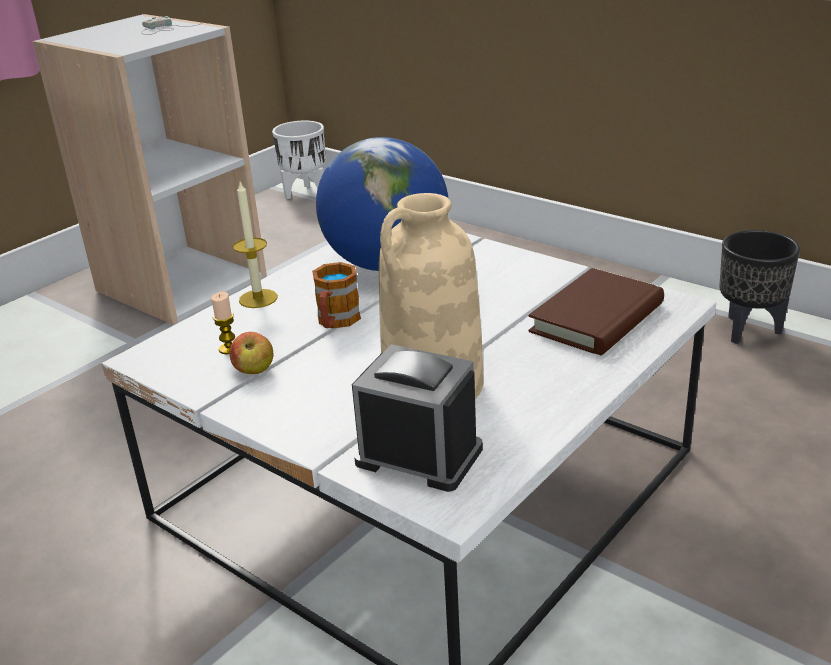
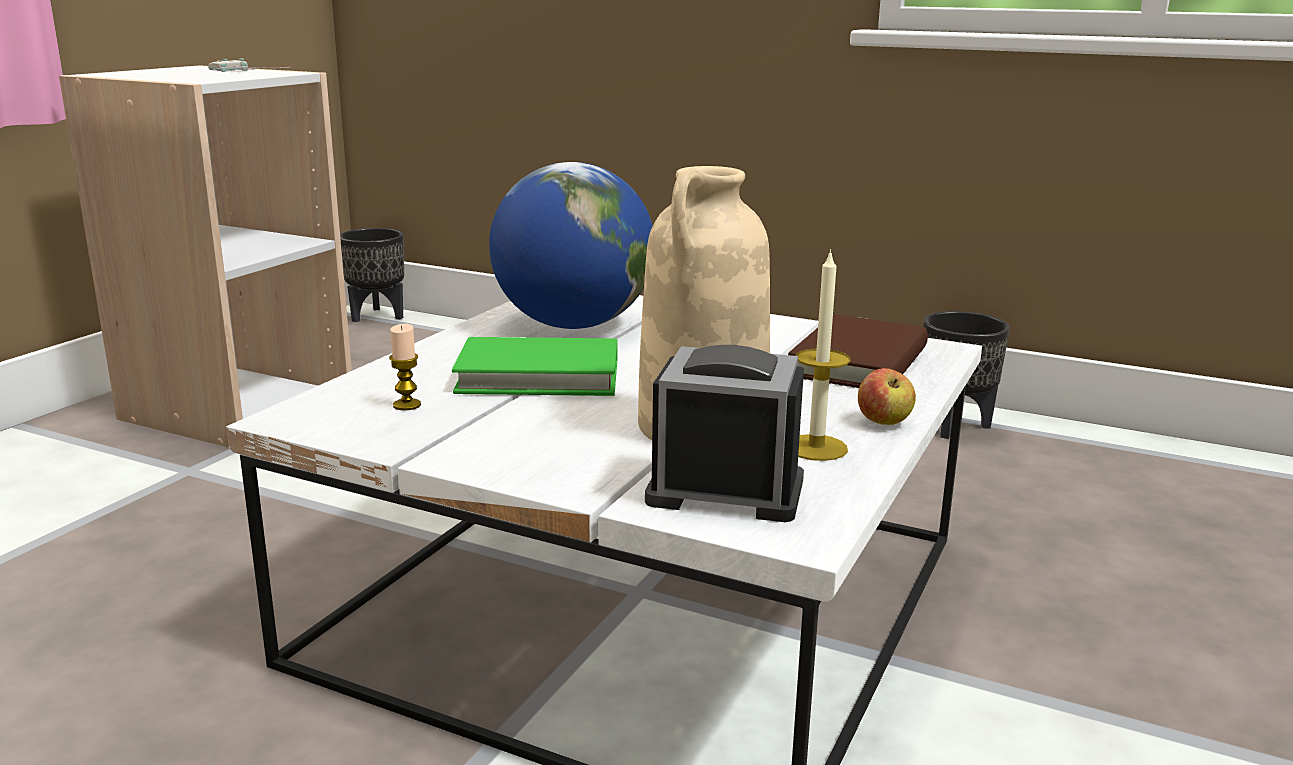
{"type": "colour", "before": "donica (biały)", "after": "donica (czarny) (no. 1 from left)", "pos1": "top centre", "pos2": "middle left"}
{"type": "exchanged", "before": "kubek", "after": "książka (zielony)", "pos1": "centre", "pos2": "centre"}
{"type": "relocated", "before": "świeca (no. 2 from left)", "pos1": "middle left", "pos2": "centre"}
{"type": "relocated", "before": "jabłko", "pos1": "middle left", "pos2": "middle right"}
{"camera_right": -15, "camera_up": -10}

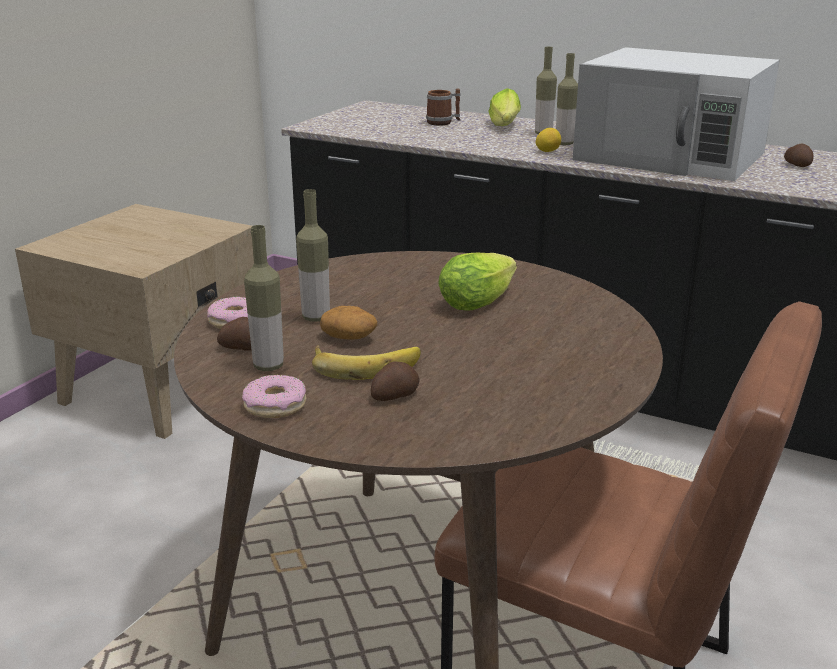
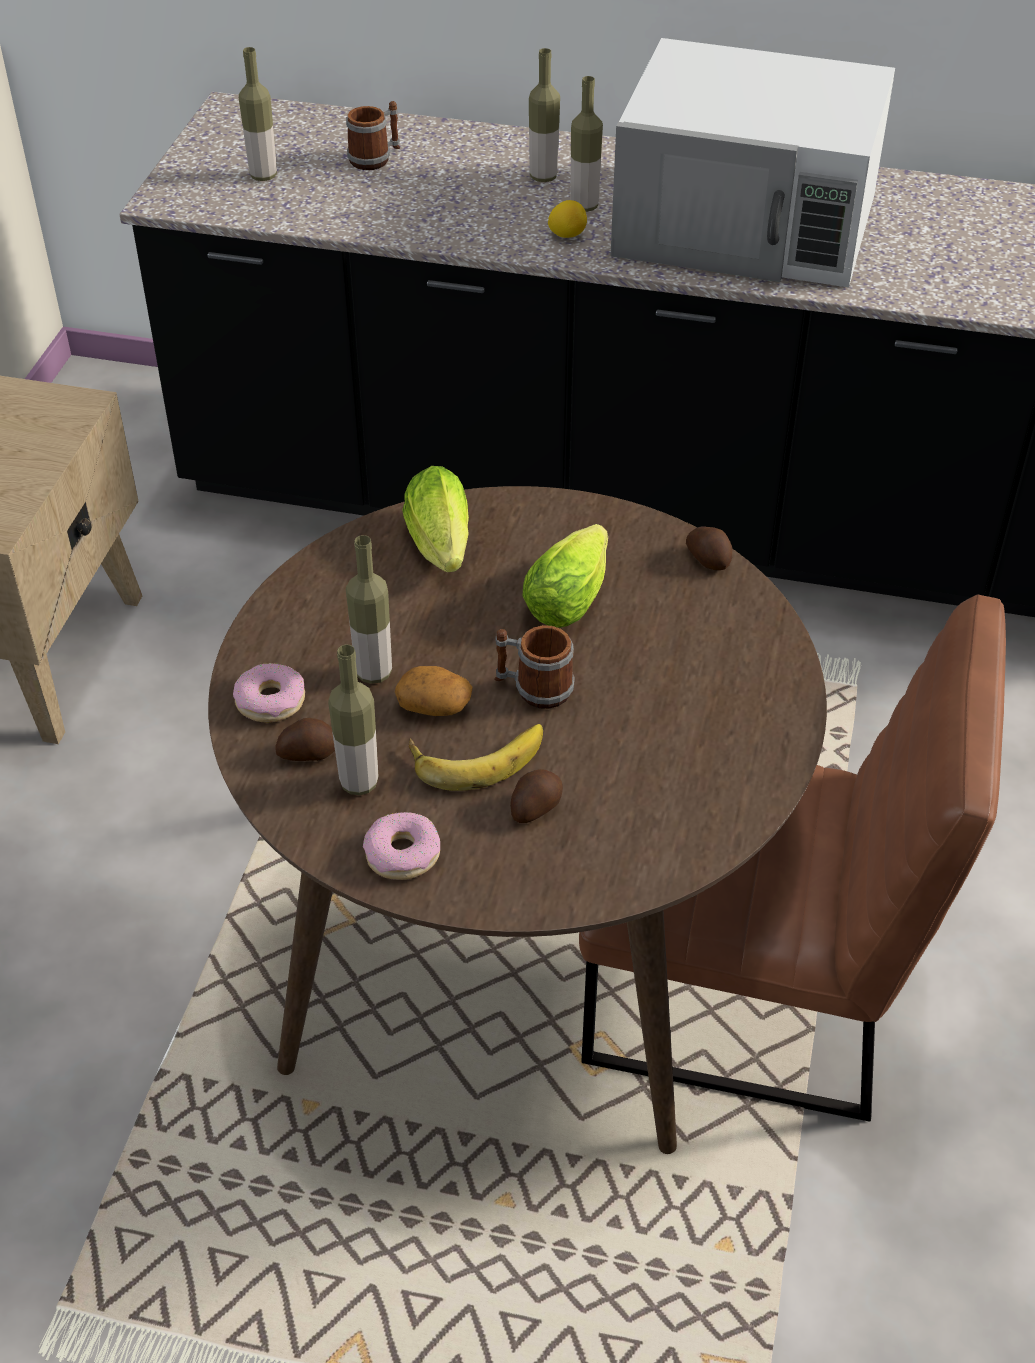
{"type": "appeared", "after": "butelka (no. 1 from left)", "pos2": "top left"}
{"type": "relocated", "before": "sałata (no. 2 from left in the first image)", "after": "sałata (no. 1 from left)", "pos1": "top centre", "pos2": "centre"}
{"type": "appeared", "after": "kubek (no. 2 from left)", "pos2": "centre"}
{"type": "relocated", "before": "ziemniak (no. 4 from left)", "pos1": "top right", "pos2": "middle right"}
{"camera_right": -15, "camera_up": 20}

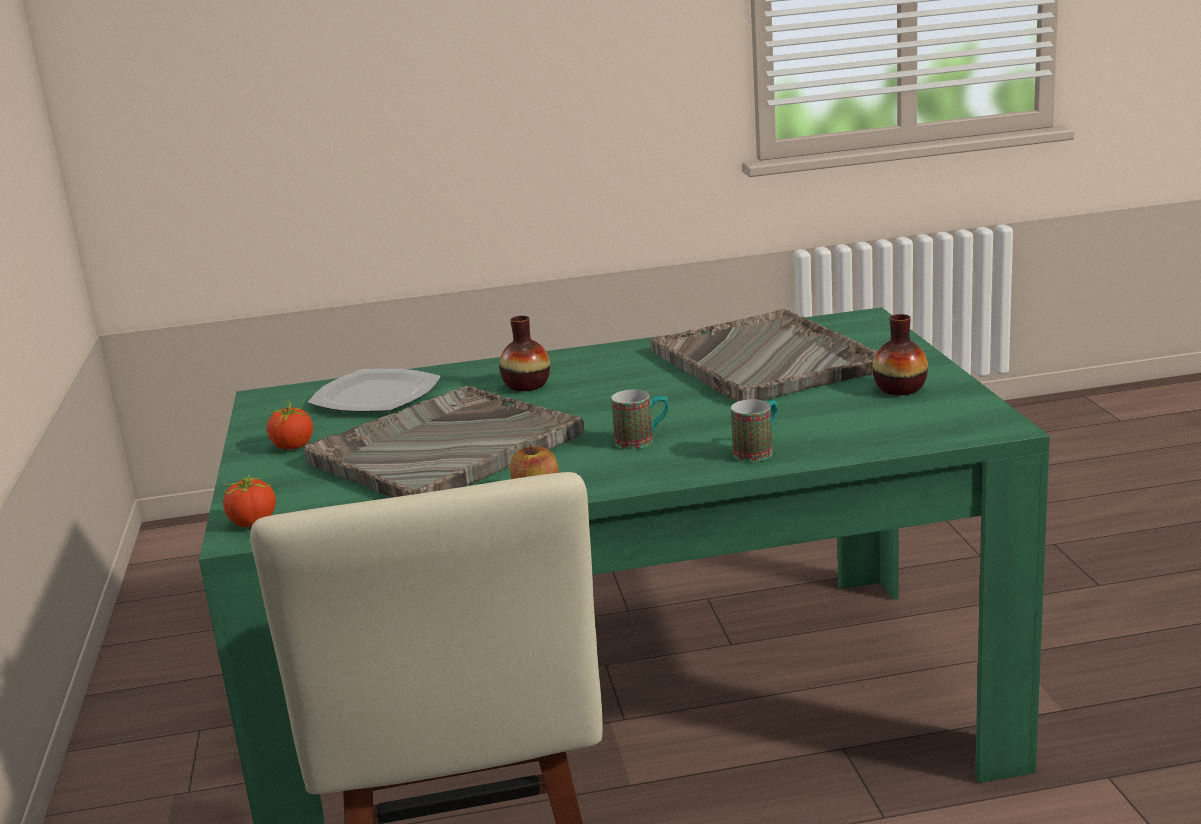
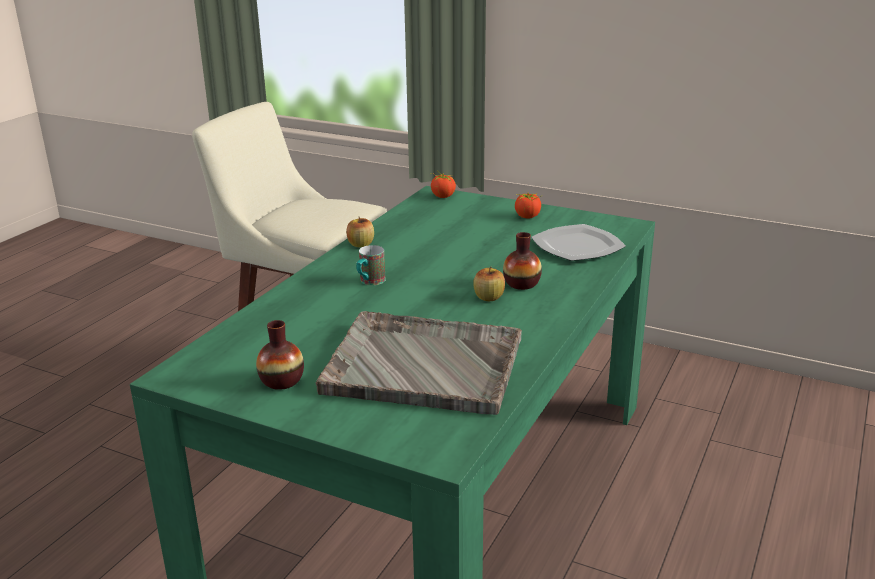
{"type": "appeared", "after": "jabłko (no. 2 from left)", "pos2": "centre"}
{"type": "missing", "before": "taca (szary) (no. 1 from left)", "pos1": "centre"}
{"type": "missing", "before": "kubek (no. 2 from left)", "pos1": "centre"}
{"camera_right": 125, "camera_up": 5}

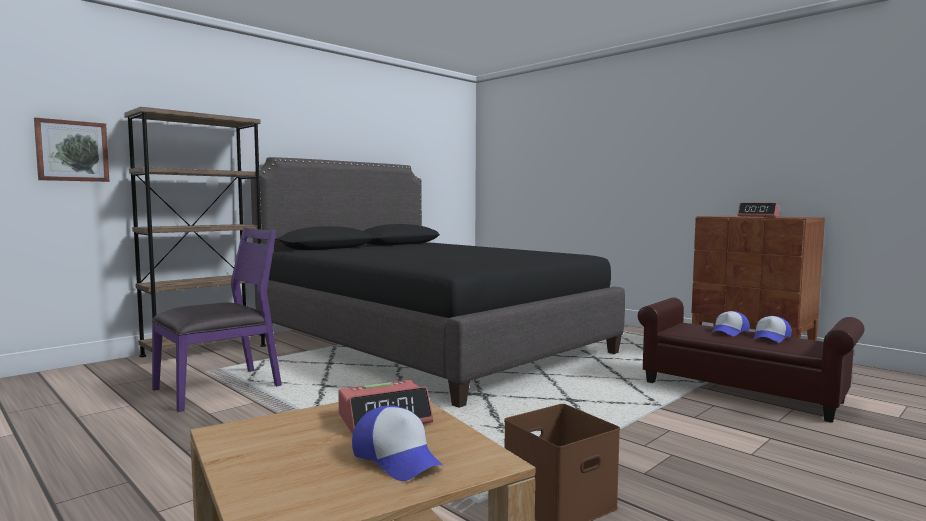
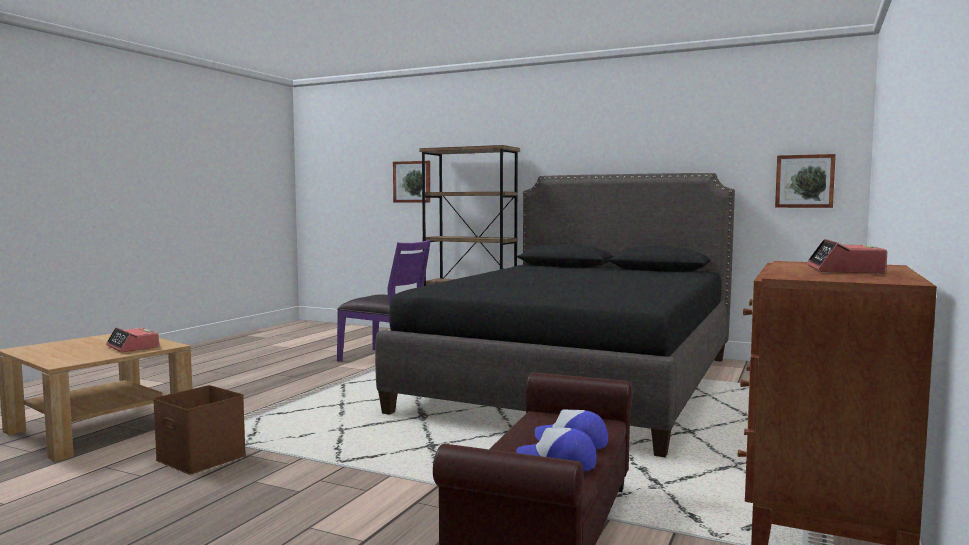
{"type": "appeared", "after": "obraz (no. 2 from left)", "pos2": "top right"}
{"type": "missing", "before": "czapka z daszkiem (no. 1 from left)", "pos1": "bottom centre"}
{"camera_right": 70, "camera_up": 0}

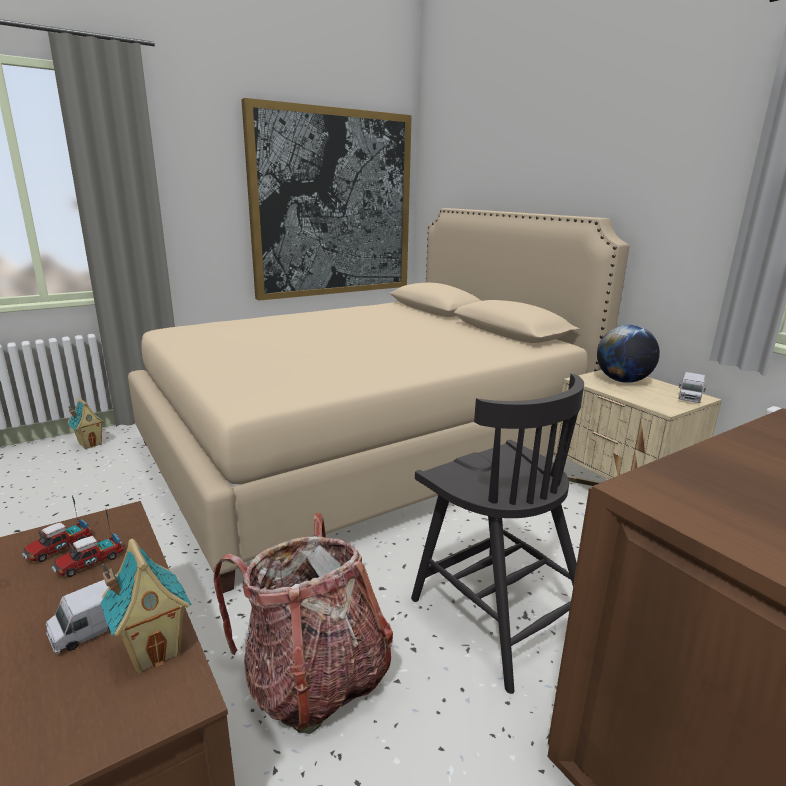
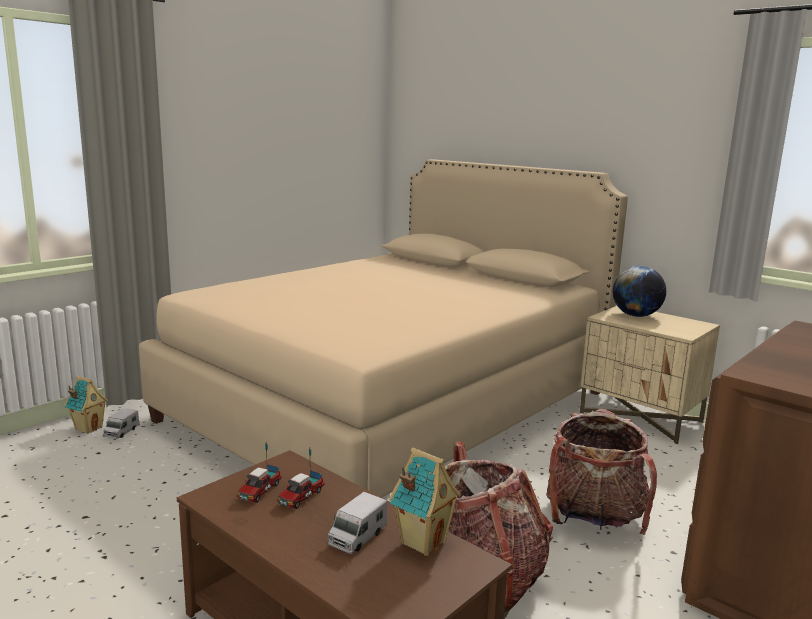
{"type": "relocated", "before": "ciężarówka zabawkowa (no. 4 from left in the first image)", "after": "ciężarówka zabawkowa (no. 1 from left)", "pos1": "middle right", "pos2": "bottom left"}
{"type": "exchanged", "before": "krzesło (czarny)", "after": "plecak (no. 2 from left)", "pos1": "bottom centre", "pos2": "bottom right"}
{"type": "missing", "before": "obraz", "pos1": "top centre"}
{"camera_right": -15, "camera_up": -5}

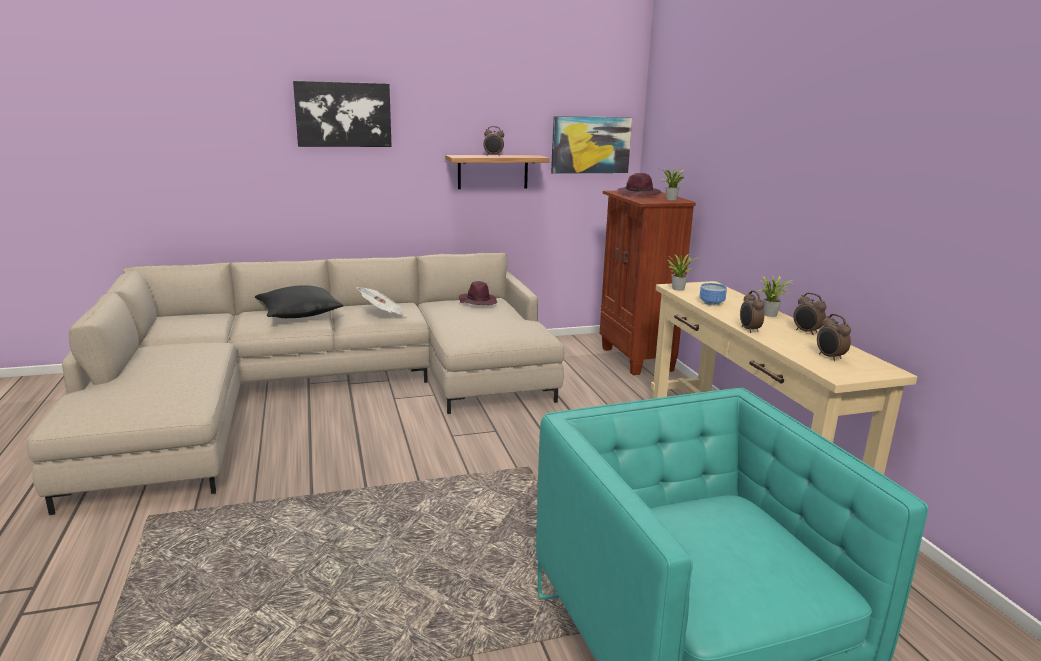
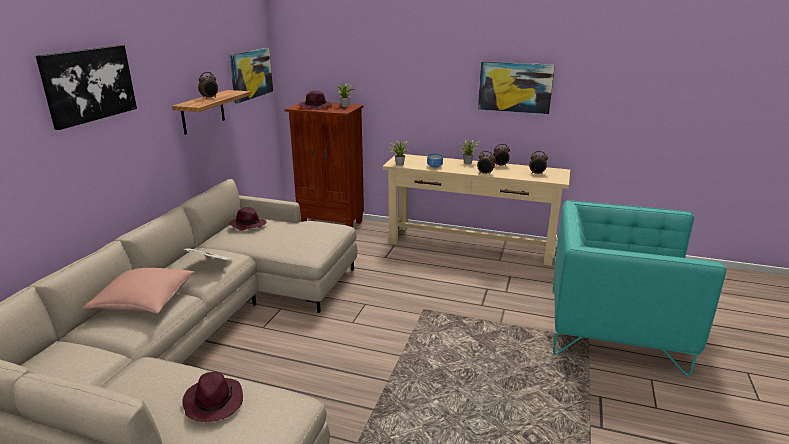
{"type": "colour", "before": "poduszka (czarny)", "after": "poduszka (różowy)", "pos1": "middle left", "pos2": "middle left"}
{"type": "appeared", "after": "kapelusz (fioletowy) (no. 1 from left)", "pos2": "bottom left"}
{"type": "appeared", "after": "obraz (no. 3 from left)", "pos2": "top centre"}
{"camera_right": -55, "camera_up": 5}

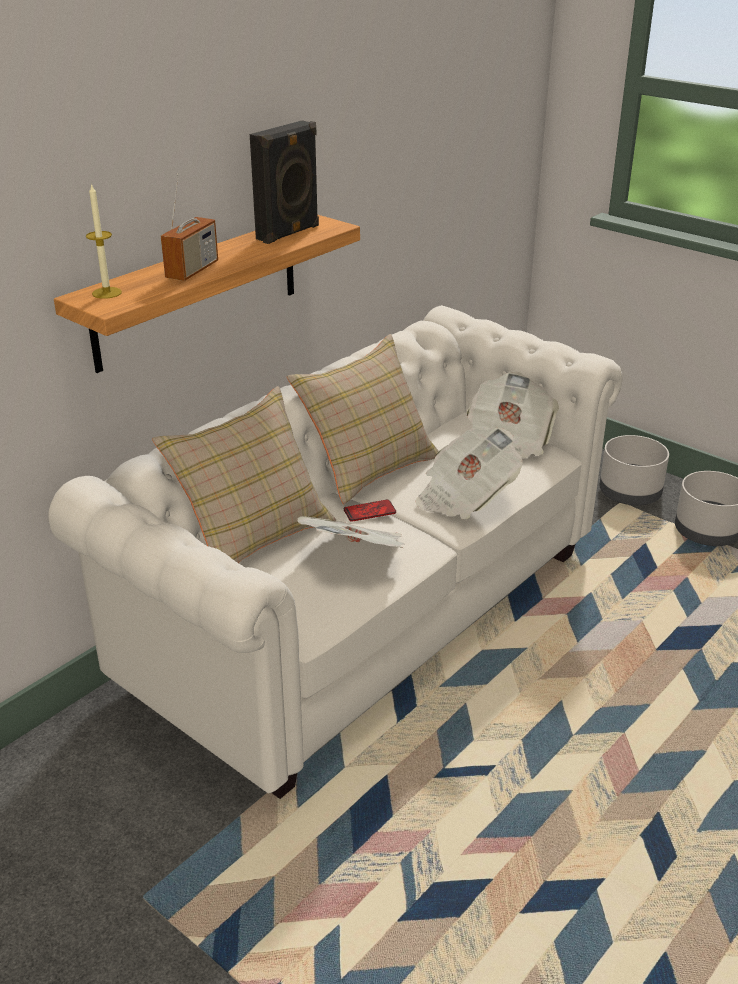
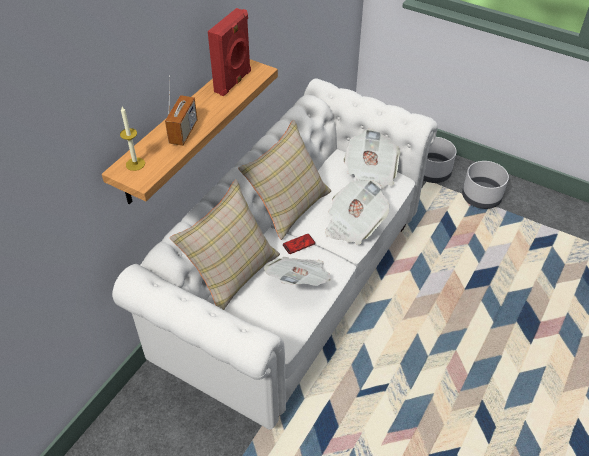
{"type": "colour", "before": "głośnik (czarny)", "after": "głośnik (czerwony)", "pos1": "top centre", "pos2": "top centre"}
{"camera_right": -10, "camera_up": 15}

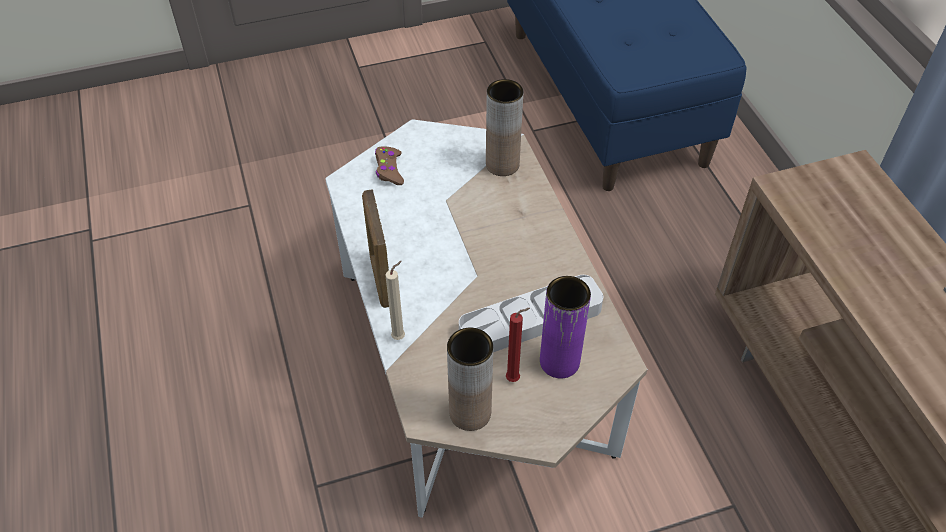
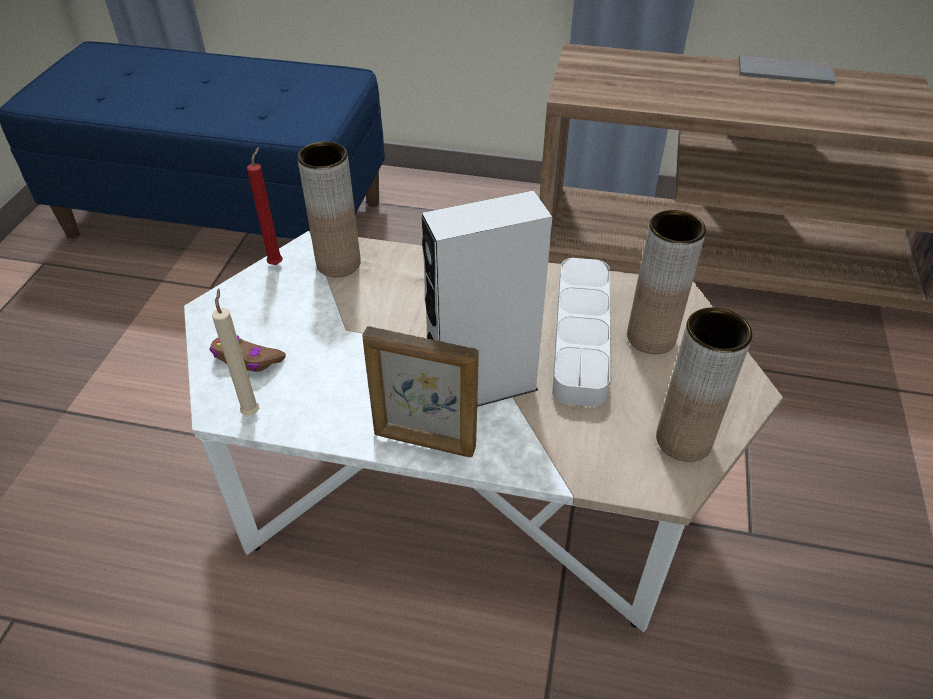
{"type": "relocated", "before": "świeca (beżowy)", "pos1": "centre", "pos2": "middle left"}
{"type": "relocated", "before": "świeca (czerwony)", "pos1": "centre", "pos2": "top left"}
{"type": "appeared", "after": "głośnik (szary)", "pos2": "centre"}
{"type": "colour", "before": "wazon (fioletowy)", "after": "wazon (brązowy) (no. 2 from left)", "pos1": "centre", "pos2": "middle right"}
{"camera_right": -60, "camera_up": -5}

